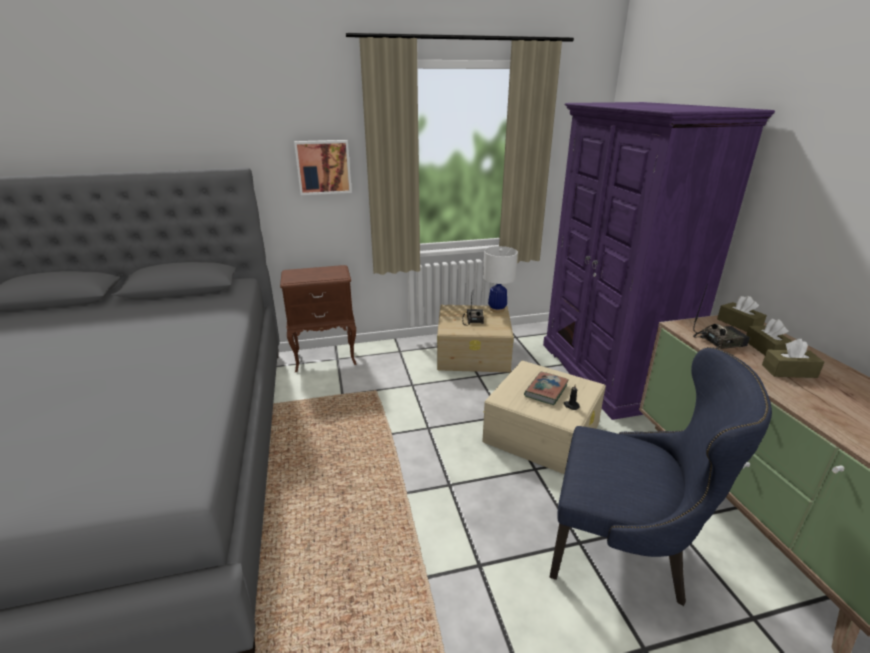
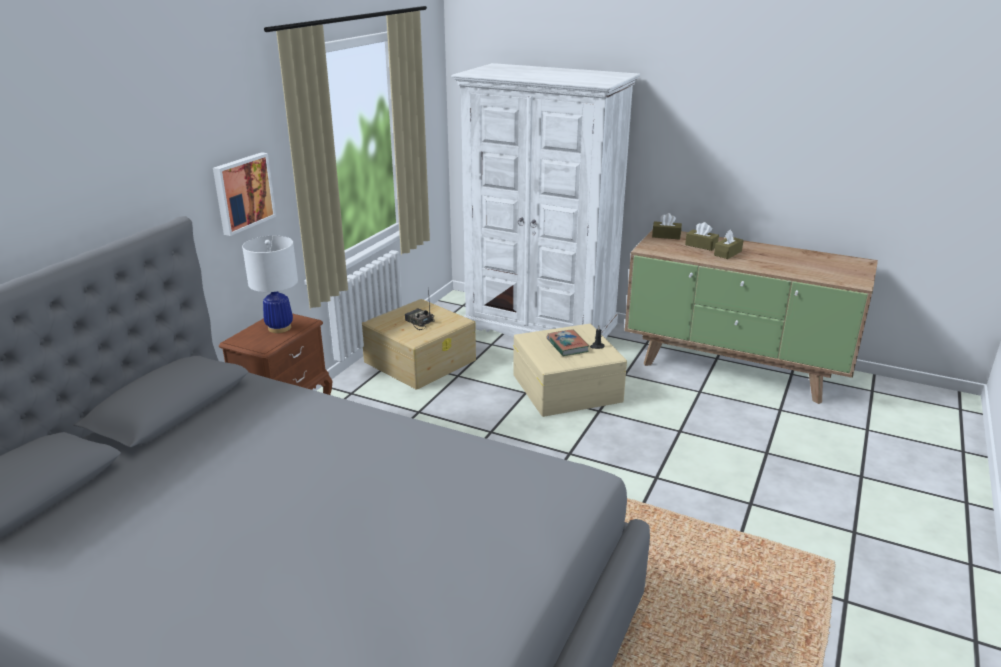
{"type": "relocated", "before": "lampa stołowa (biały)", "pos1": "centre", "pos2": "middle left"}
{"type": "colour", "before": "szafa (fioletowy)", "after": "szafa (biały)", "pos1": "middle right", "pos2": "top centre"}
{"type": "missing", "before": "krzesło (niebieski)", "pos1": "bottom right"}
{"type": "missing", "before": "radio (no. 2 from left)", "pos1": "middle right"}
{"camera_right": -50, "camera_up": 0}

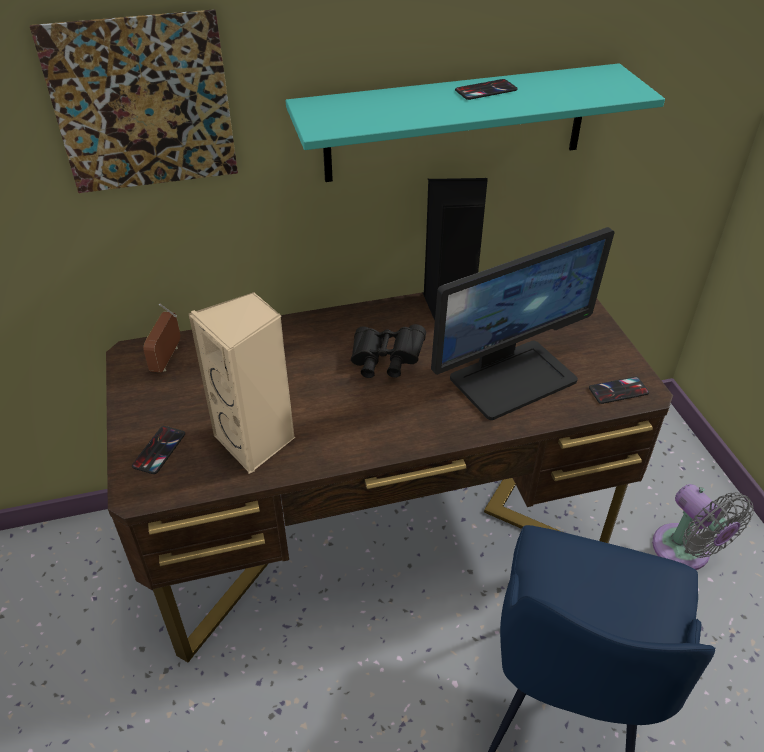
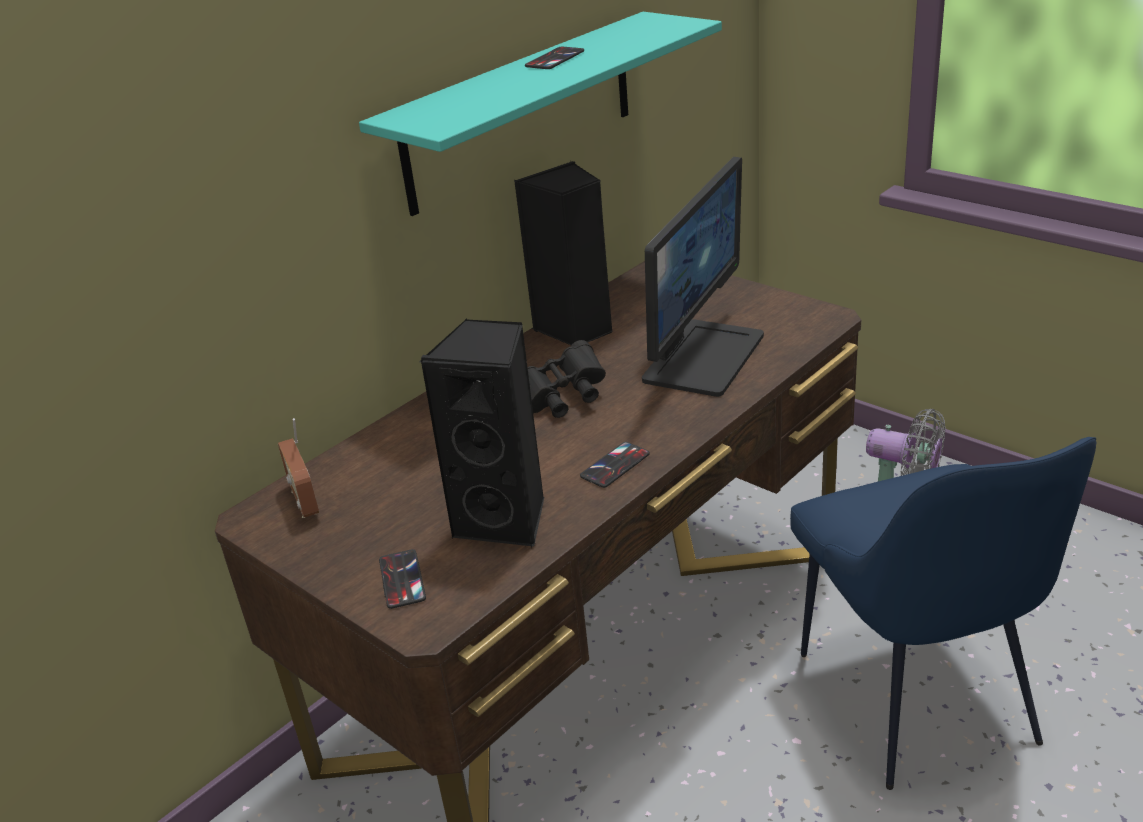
{"type": "colour", "before": "głośnik (beżowy)", "after": "głośnik (czarny) (no. 1 from left)", "pos1": "middle left", "pos2": "centre"}
{"type": "relocated", "before": "telefon (no. 3 from left)", "pos1": "middle right", "pos2": "centre"}
{"type": "missing", "before": "obraz", "pos1": "top left"}
{"camera_right": -30, "camera_up": -10}

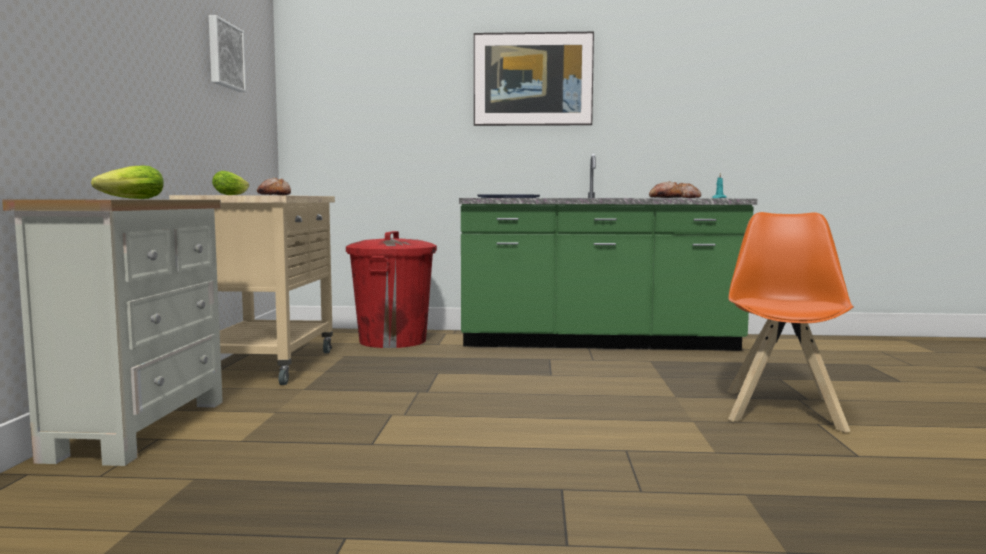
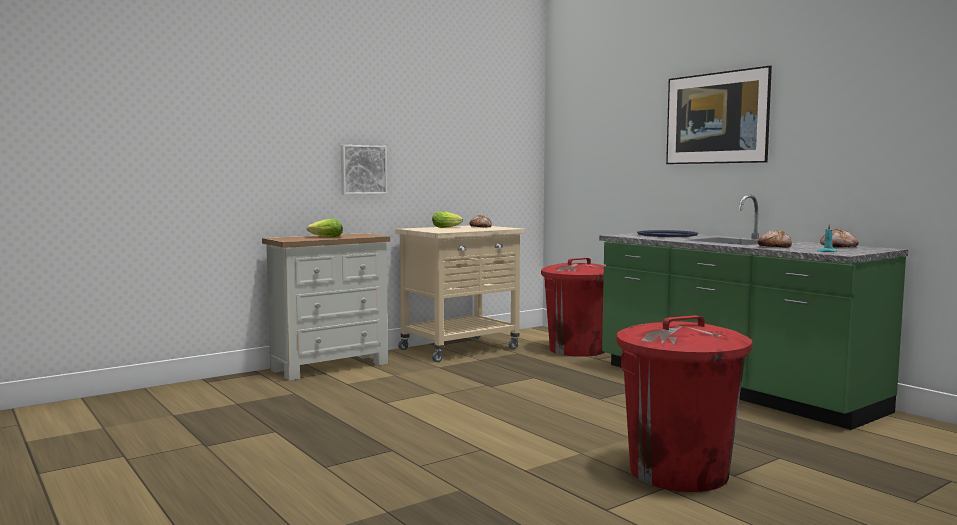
{"type": "relocated", "before": "obraz (no. 1 from left)", "pos1": "top left", "pos2": "top centre"}
{"type": "exchanged", "before": "krzesło (pomarańczowy)", "after": "kosz na śmieci (czerwony) (no. 2 from left)", "pos1": "middle right", "pos2": "bottom right"}
{"camera_right": 50, "camera_up": 0}

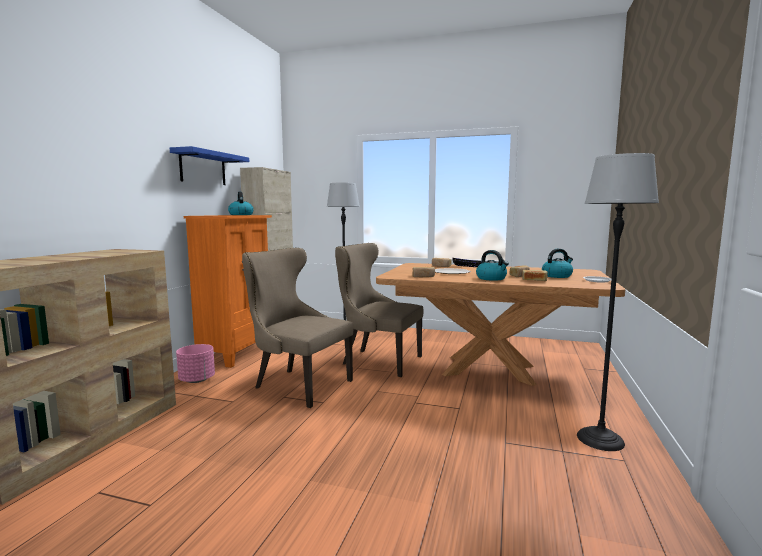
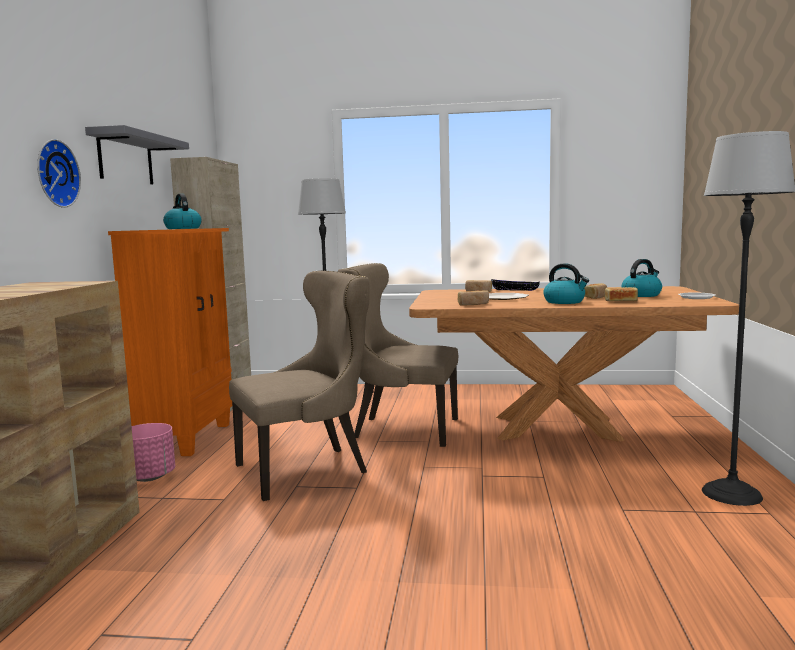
{"type": "appeared", "after": "zegar ścienny", "pos2": "top left"}
{"type": "colour", "before": "półka (niebieski)", "after": "półka (szary)", "pos1": "top left", "pos2": "top left"}
{"type": "spun", "before": "krzesło (beżowy) (no. 1 from left)", "pos1": "centre", "pos2": "centre", "turn": 135}
{"camera_right": -10, "camera_up": 0}

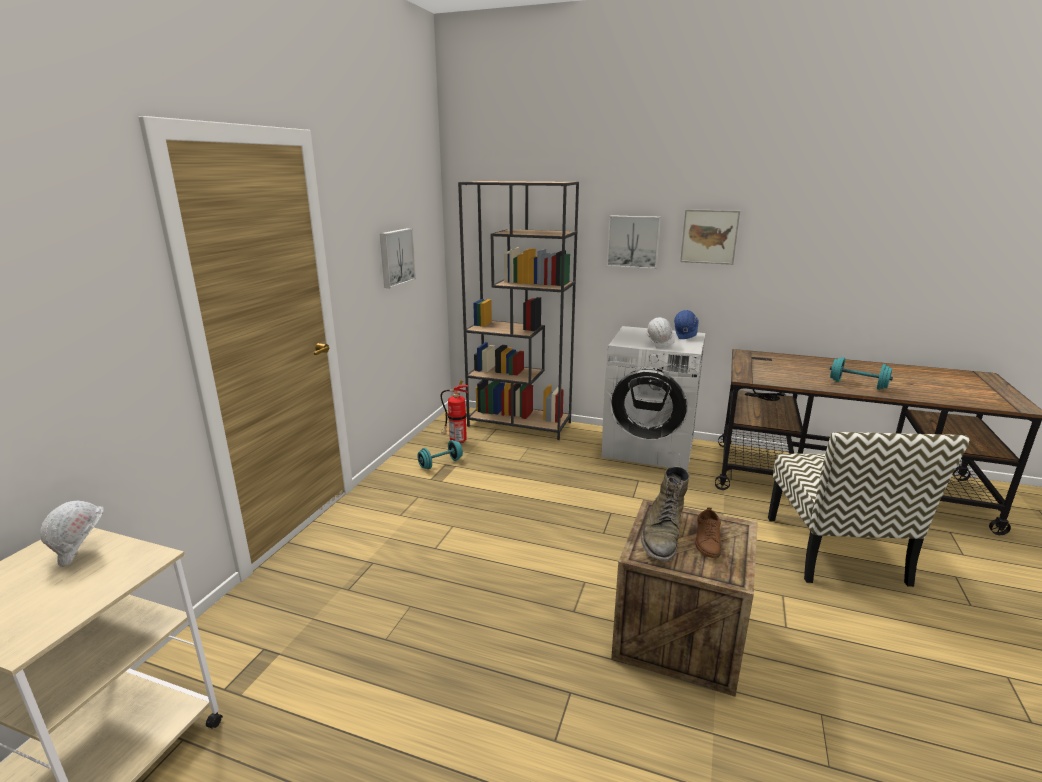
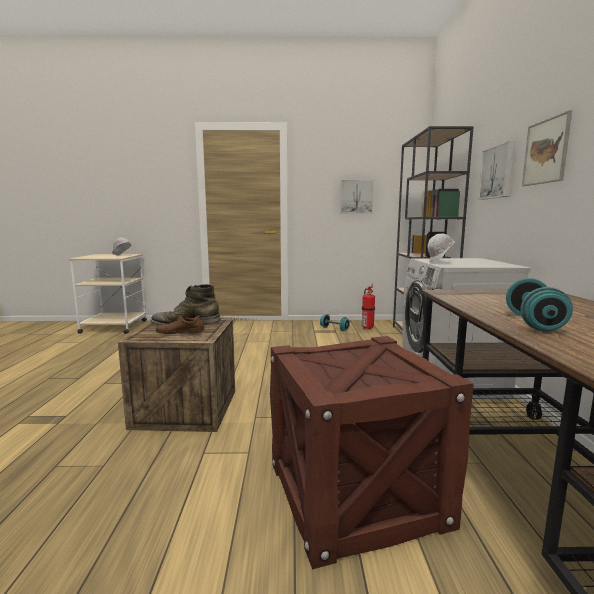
{"type": "exchanged", "before": "krzesło", "after": "skrzynka (no. 2 from left)", "pos1": "middle right", "pos2": "bottom centre"}
{"type": "missing", "before": "kask (niebieski)", "pos1": "centre"}
{"camera_right": 70, "camera_up": -10}

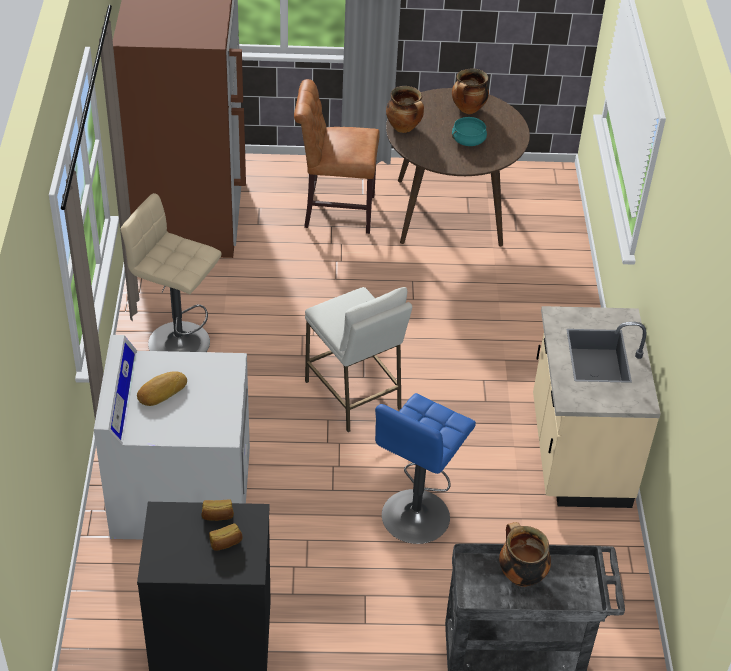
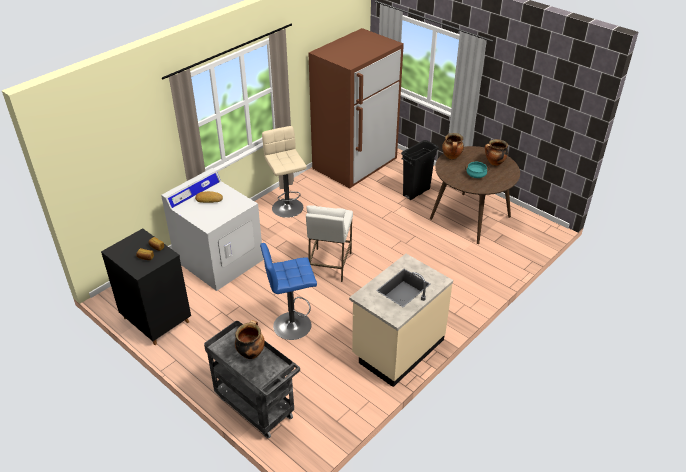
{"type": "exchanged", "before": "krzesło (brązowy)", "after": "kosz na śmieci (czarny)", "pos1": "top centre", "pos2": "centre"}
{"camera_right": 45, "camera_up": -5}

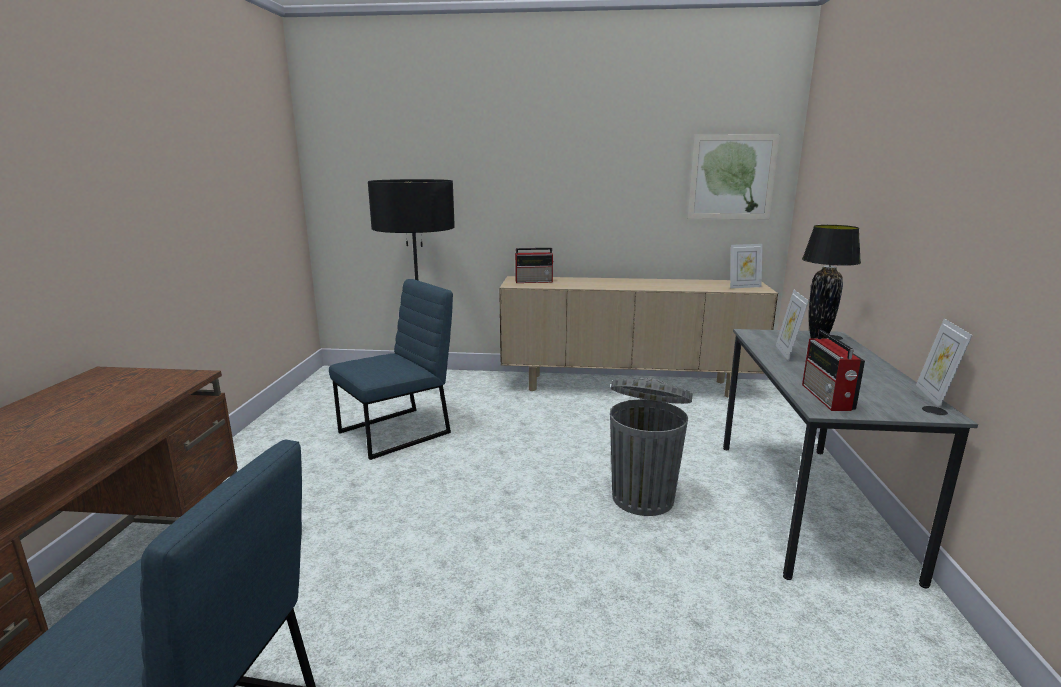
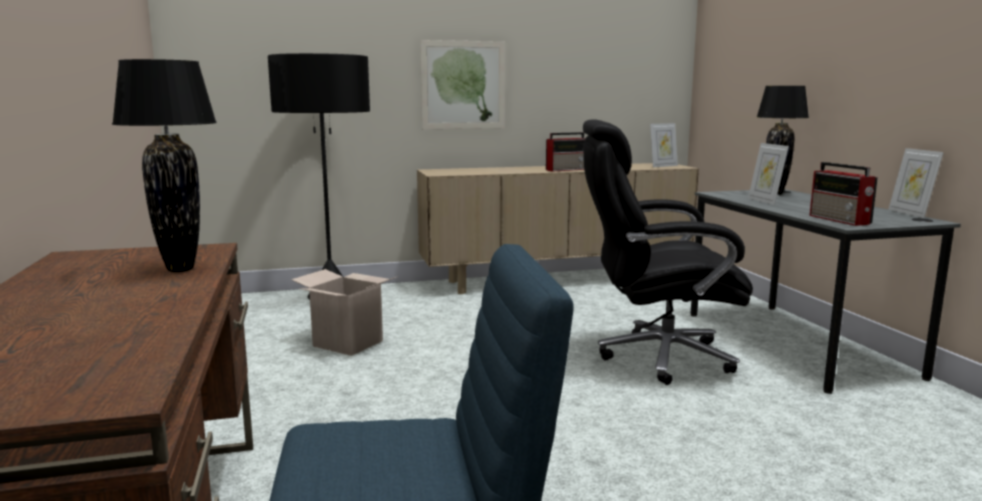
{"type": "appeared", "after": "lampa stołowa (czarny) (no. 1 from left)", "pos2": "top left"}
{"type": "exchanged", "before": "krzesło (niebieski) (no. 2 from left)", "after": "karton", "pos1": "centre", "pos2": "centre"}
{"type": "relocated", "before": "obraz", "pos1": "top right", "pos2": "top centre"}
{"type": "relocated", "before": "radio (no. 1 from left)", "pos1": "centre", "pos2": "top centre"}
{"type": "exchanged", "before": "kosz na śmieci (szary)", "after": "krzesło biurowe (czarny)", "pos1": "centre", "pos2": "middle right"}
{"camera_right": -20, "camera_up": -5}

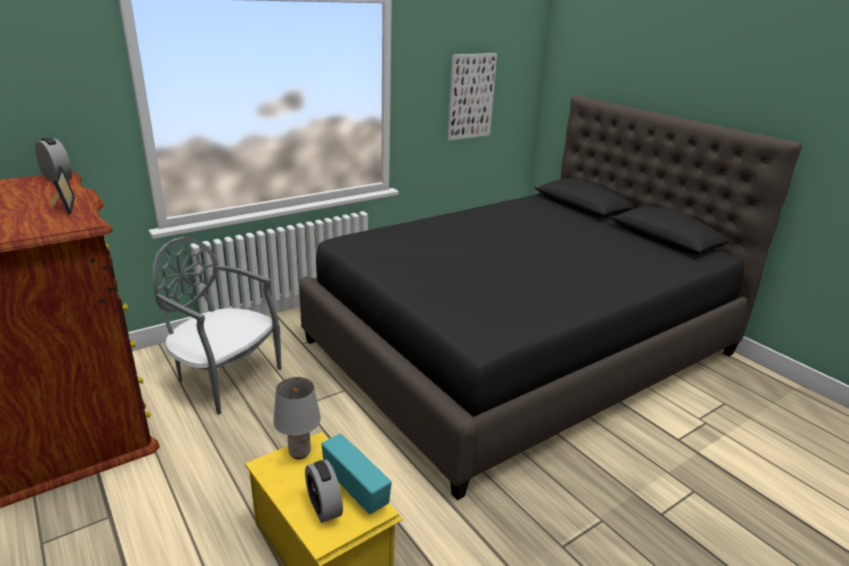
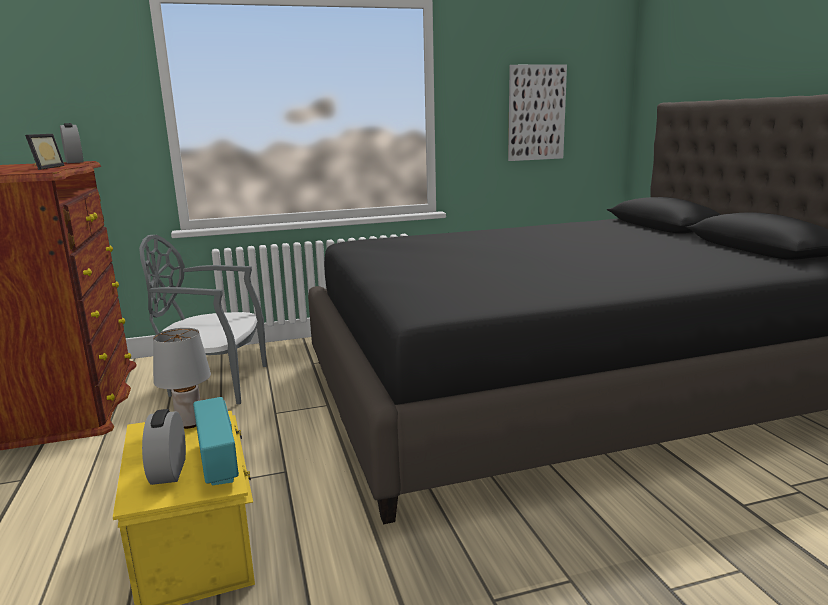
{"type": "spun", "before": "krzesło (szary)", "pos1": "middle left", "pos2": "middle left", "turn": -45}
{"camera_right": 20, "camera_up": -10}

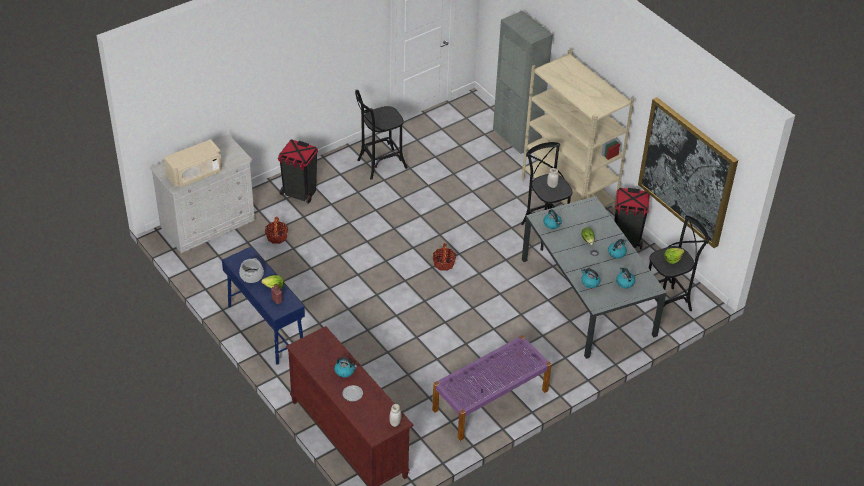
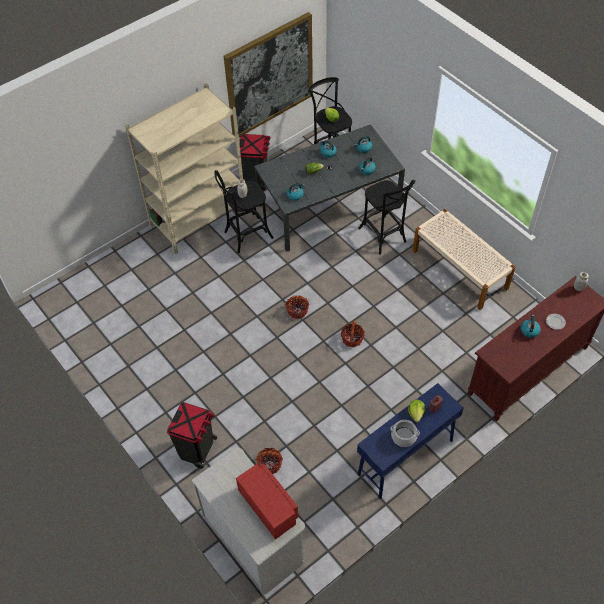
{"type": "colour", "before": "mikrofalówka (beżowy)", "after": "mikrofalówka (czerwony)", "pos1": "middle left", "pos2": "bottom centre"}
{"type": "appeared", "after": "koszyk (no. 3 from left)", "pos2": "centre"}
{"type": "relocated", "before": "stołek (czarny) (no. 1 from left in the first image)", "after": "stołek (czarny) (no. 3 from left)", "pos1": "top centre", "pos2": "centre"}
{"type": "colour", "before": "ławka (fioletowy)", "after": "ławka (beżowy)", "pos1": "bottom centre", "pos2": "middle right"}
{"type": "missing", "before": "szafka (szary)", "pos1": "top centre"}
{"camera_right": -90, "camera_up": 10}

